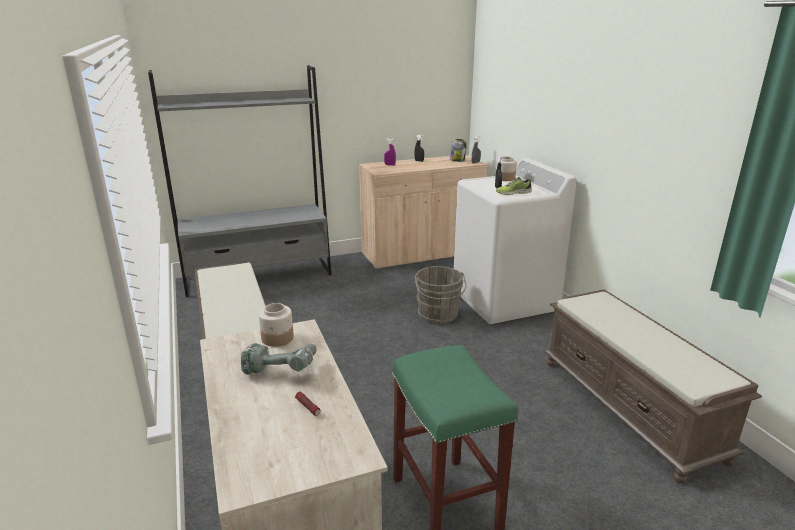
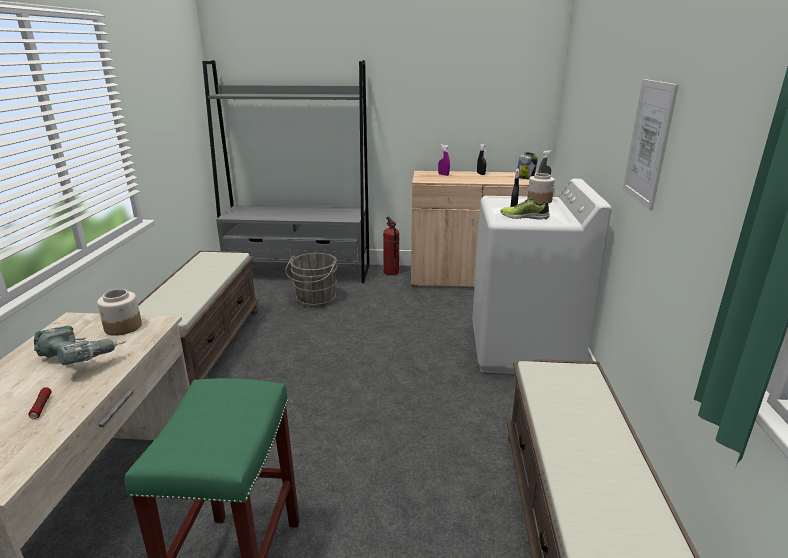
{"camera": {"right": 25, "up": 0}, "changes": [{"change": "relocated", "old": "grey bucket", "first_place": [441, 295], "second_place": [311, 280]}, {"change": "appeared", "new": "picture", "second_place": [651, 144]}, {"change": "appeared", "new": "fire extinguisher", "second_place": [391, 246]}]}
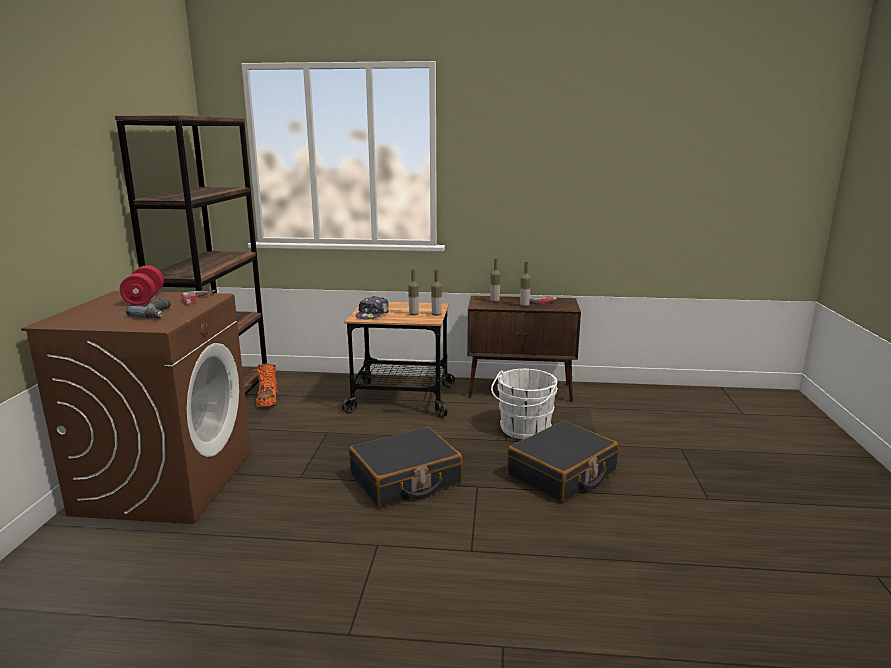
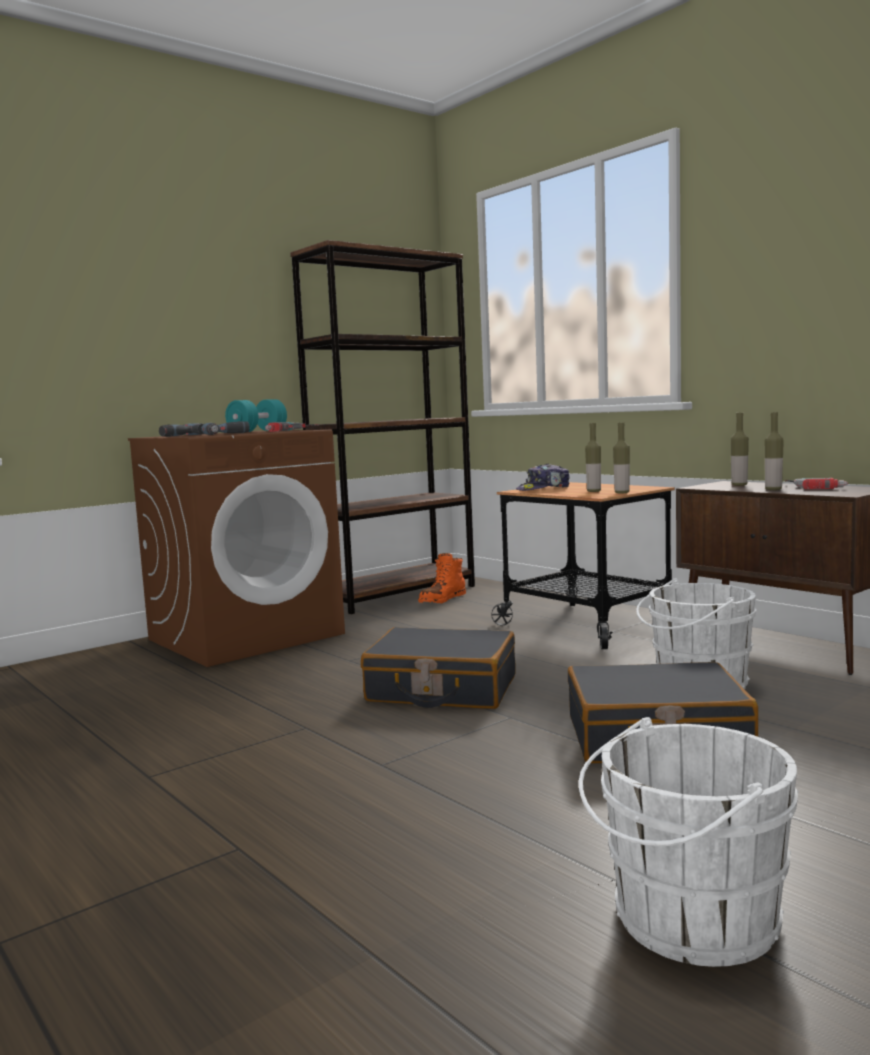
{"camera": {"right": 45, "up": -10}, "changes": [{"change": "colour", "old": "red dumbbell", "new": "turquoise dumbbell", "first_place": [142, 285], "second_place": [256, 415]}, {"change": "appeared", "new": "power drill", "second_place": [181, 430]}, {"change": "appeared", "new": "white bucket", "second_place": [688, 842]}]}
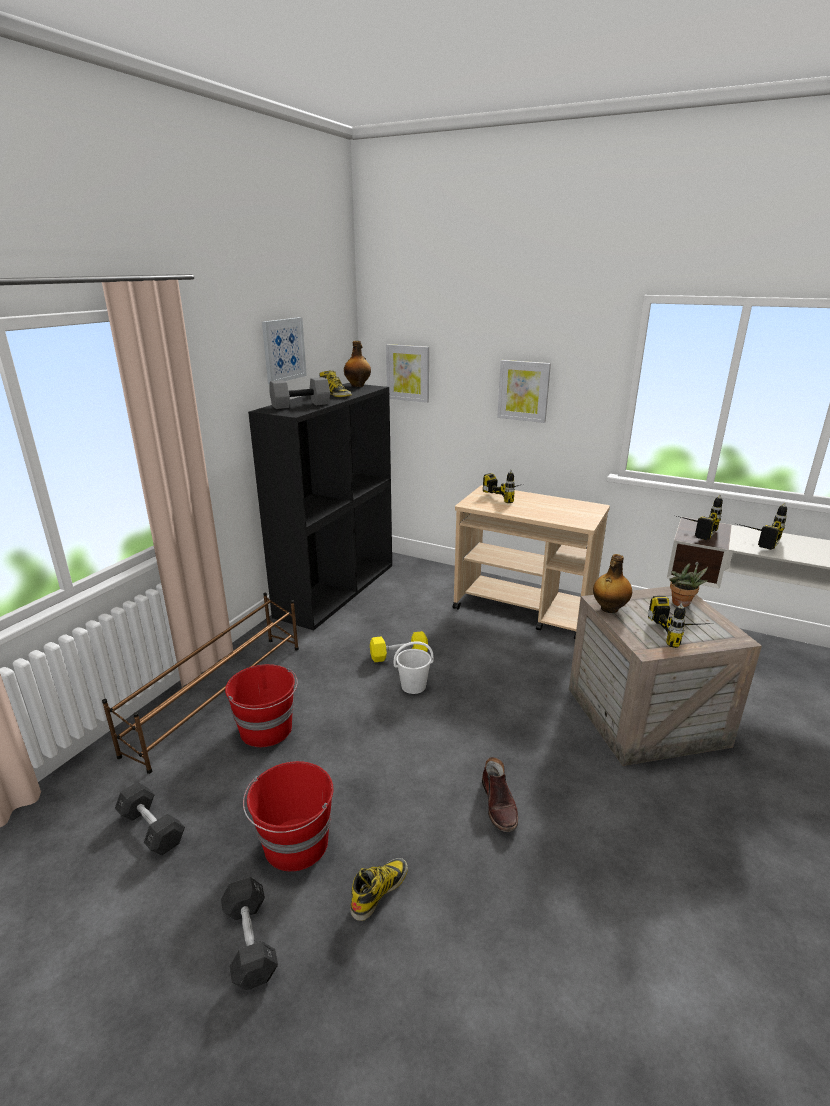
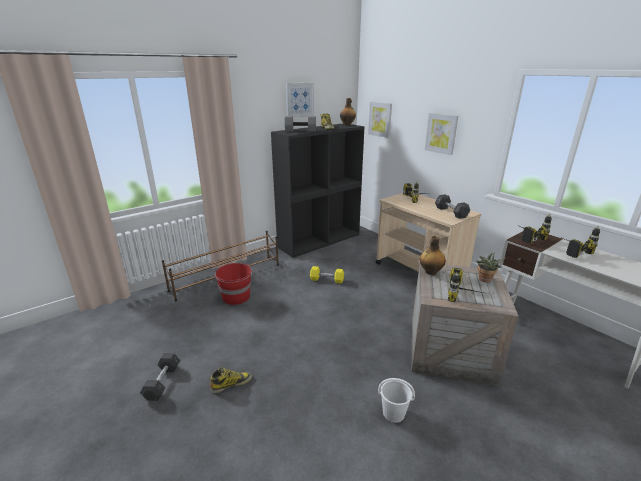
{"camera": {"right": 25, "up": 0}, "changes": [{"change": "relocated", "old": "white bucket", "first_place": [414, 667], "second_place": [396, 400]}, {"change": "missing", "old": "brown boot", "first_place": [500, 794]}, {"change": "missing", "old": "red bucket", "first_place": [288, 816]}, {"change": "relocated", "old": "grey dumbbell", "first_place": [150, 818], "second_place": [452, 206]}]}
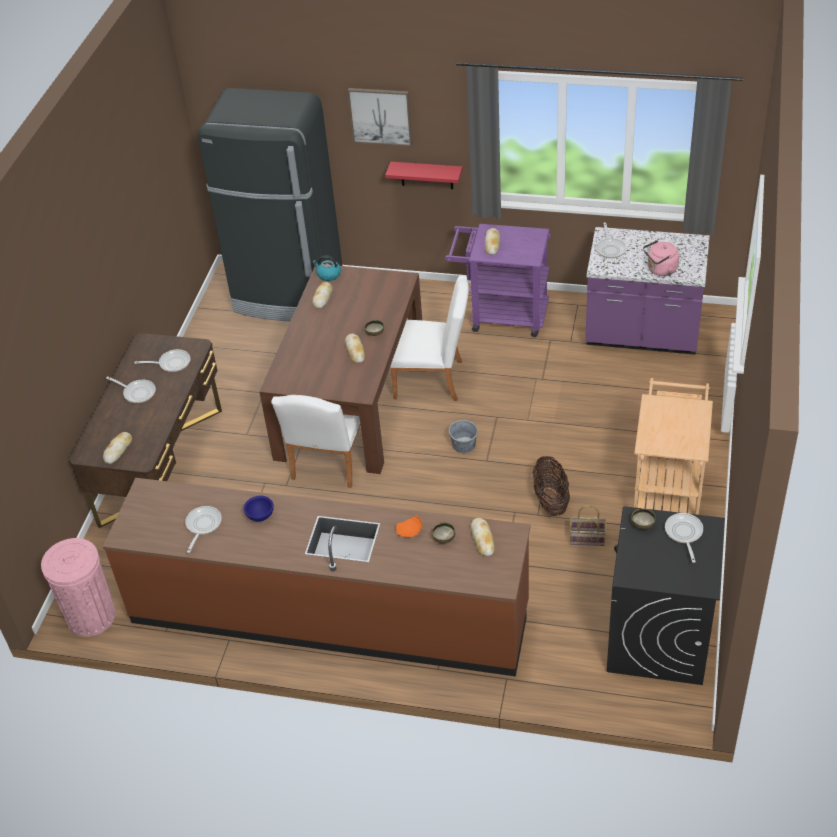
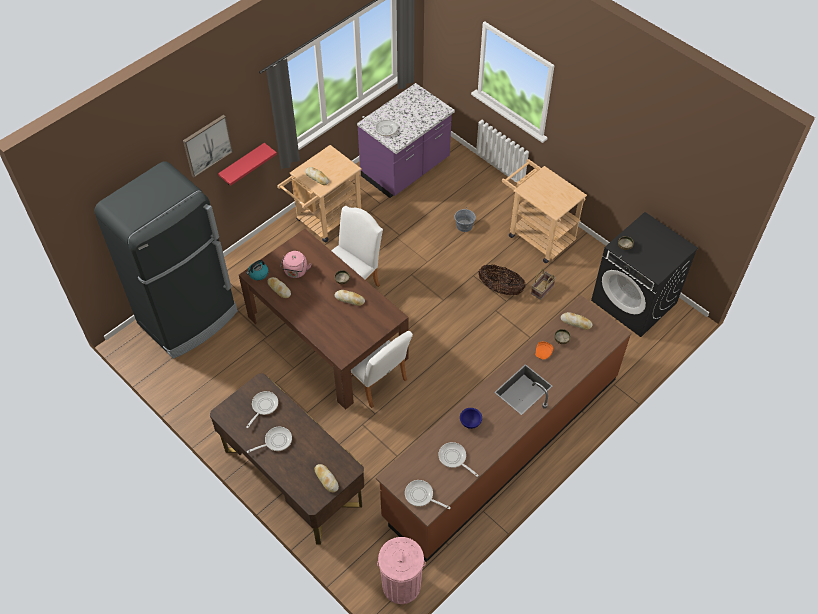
{"camera": {"right": -60, "up": 10}, "changes": [{"change": "colour", "old": "purple cart", "new": "beige cart", "first_place": [498, 280], "second_place": [319, 193]}, {"change": "relocated", "old": "pink kettle", "first_place": [661, 258], "second_place": [296, 264]}, {"change": "relocated", "old": "grey bucket", "first_place": [463, 436], "second_place": [465, 220]}, {"change": "relocated", "old": "frying pan", "first_place": [684, 538], "second_place": [428, 495]}]}
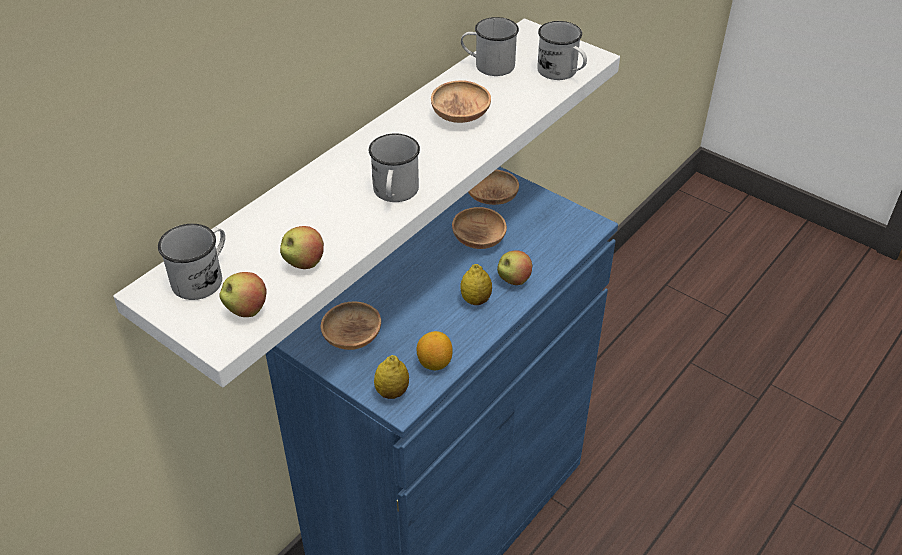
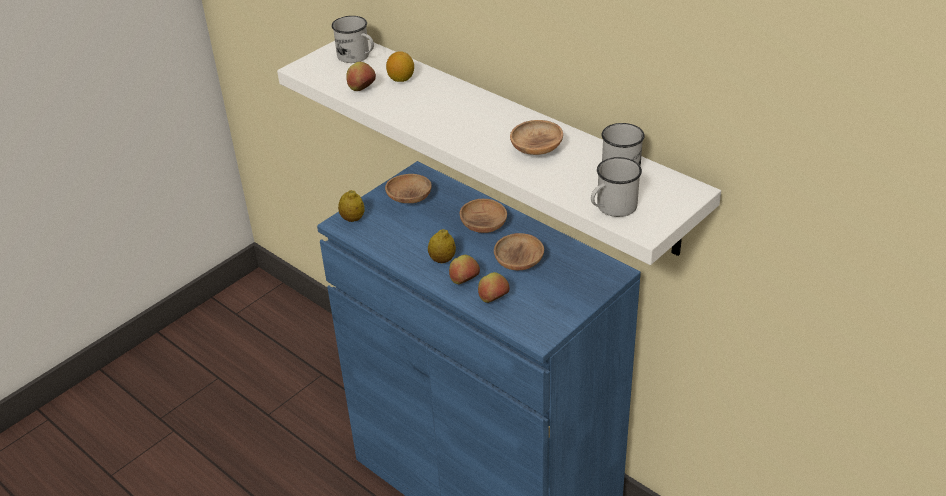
{"camera": {"right": 95, "up": -5}, "changes": [{"change": "missing", "old": "white mug", "first_place": [394, 167]}, {"change": "relocated", "old": "brown bowl", "first_place": [493, 187], "second_place": [483, 216]}, {"change": "relocated", "old": "apple", "first_place": [243, 294], "second_place": [494, 287]}, {"change": "relocated", "old": "lemon", "first_place": [435, 350], "second_place": [400, 66]}]}
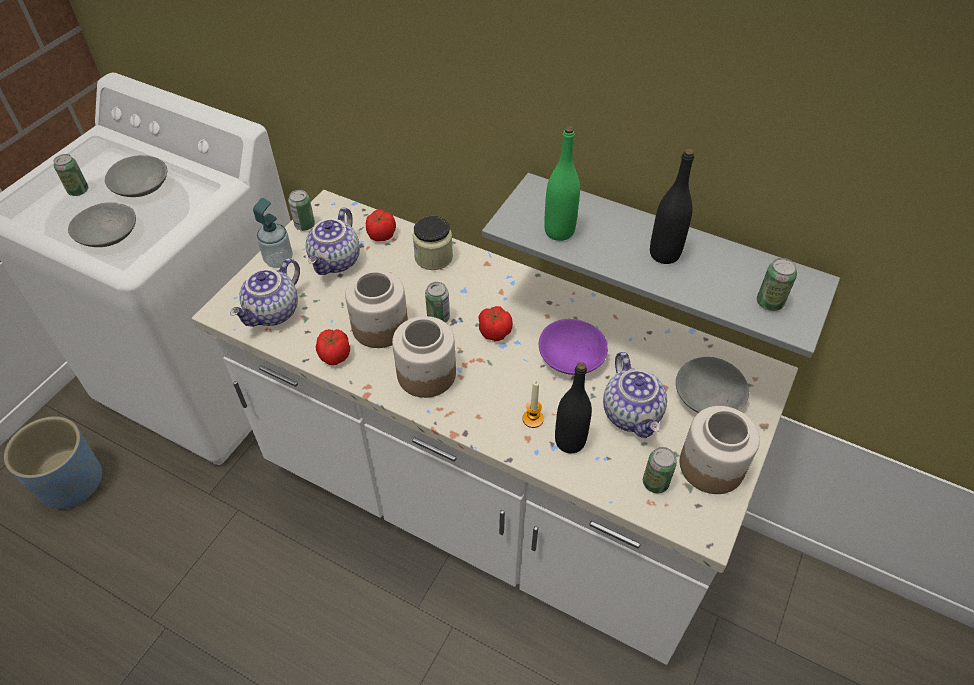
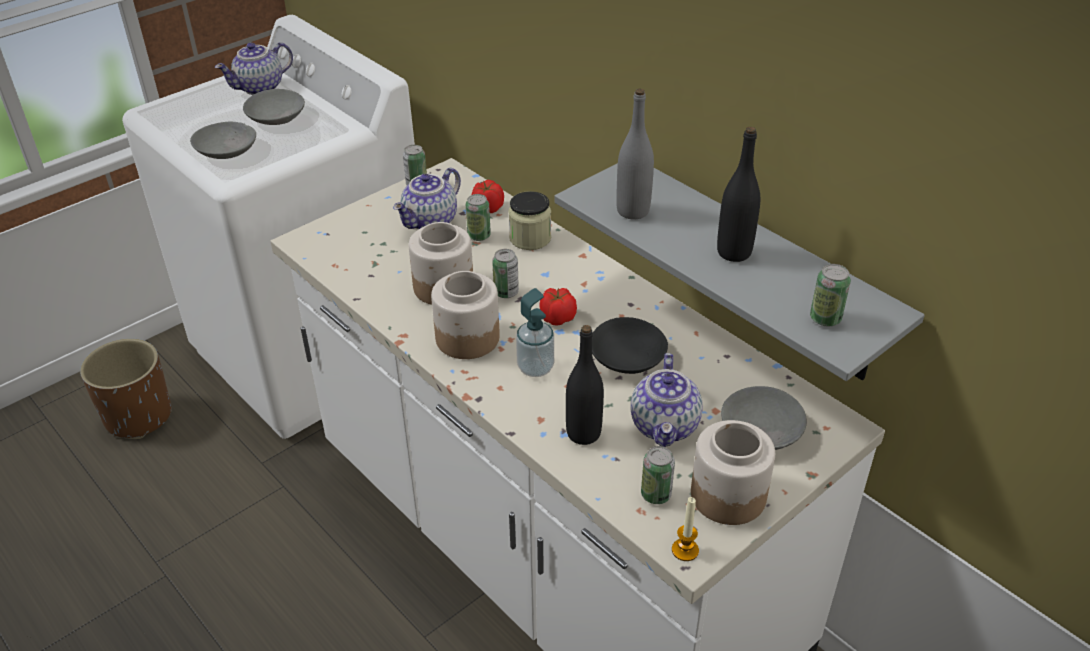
{"camera": {"right": 20, "up": -10}, "changes": [{"change": "colour", "old": "green bottle", "new": "grey bottle", "first_place": [562, 183], "second_place": [635, 154]}, {"change": "relocated", "old": "can", "first_place": [70, 175], "second_place": [478, 217]}, {"change": "relocated", "old": "soap dispenser", "first_place": [273, 233], "second_place": [535, 332]}, {"change": "relocated", "old": "teapot", "first_place": [265, 292], "second_place": [254, 68]}, {"change": "colour", "old": "purple bowl", "new": "black bowl", "first_place": [573, 347], "second_place": [630, 345]}, {"change": "missing", "old": "tomato", "first_place": [333, 347]}, {"change": "relocated", "old": "candle", "first_place": [533, 404], "second_place": [685, 529]}, {"change": "colour", "old": "blue planter", "new": "brown planter", "first_place": [53, 462], "second_place": [126, 389]}]}
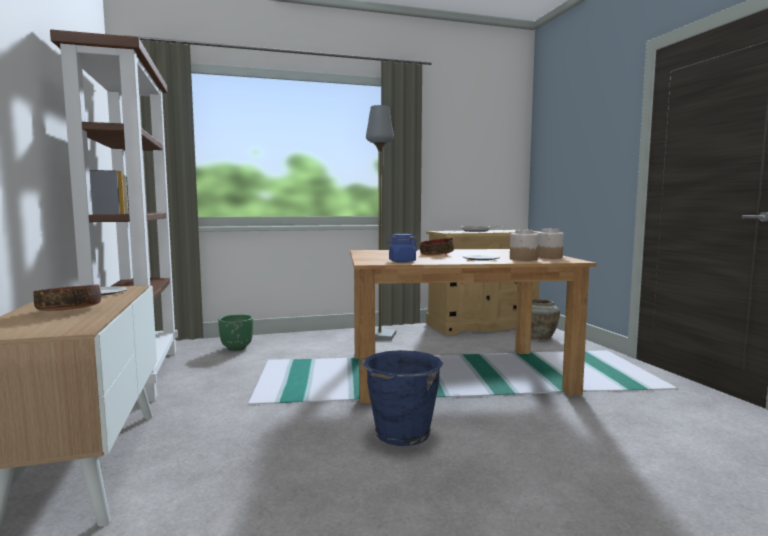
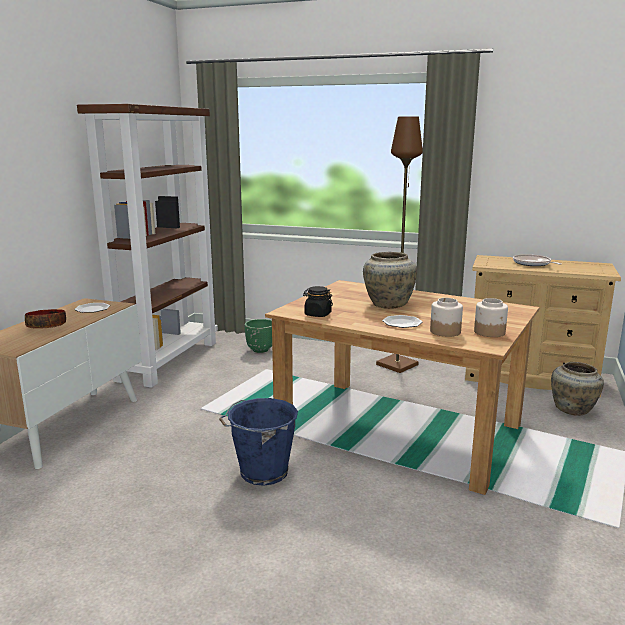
{"camera": {"right": 35, "up": 10}, "changes": [{"change": "colour", "old": "grey floor lamp", "new": "brown floor lamp", "first_place": [381, 222], "second_place": [399, 244]}, {"change": "colour", "old": "blue jar", "new": "black jar", "first_place": [402, 248], "second_place": [318, 301]}, {"change": "exchanged", "old": "bowl", "new": "beige vase", "first_place": [437, 247], "second_place": [390, 280]}]}
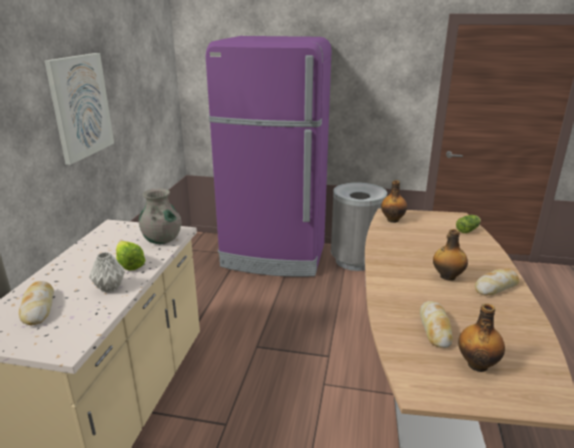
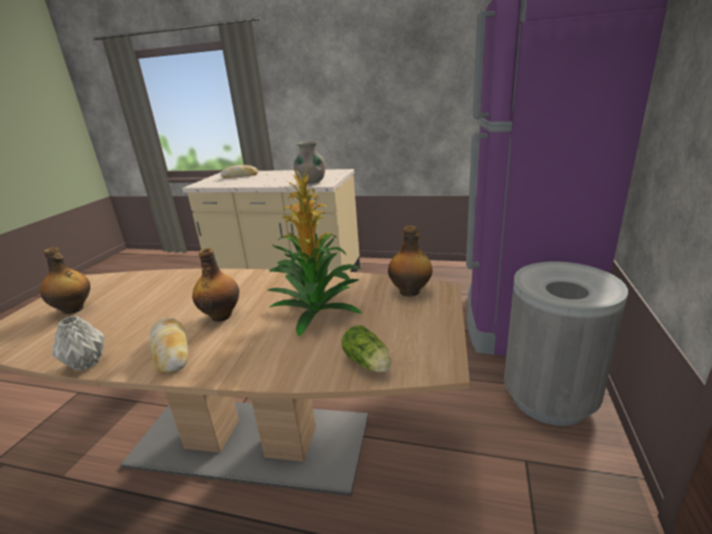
{"camera": {"right": 95, "up": 0}, "changes": [{"change": "missing", "old": "picture", "first_place": [79, 109]}, {"change": "missing", "old": "lettuce", "first_place": [131, 256]}, {"change": "relocated", "old": "grey vase", "first_place": [107, 272], "second_place": [78, 343]}, {"change": "missing", "old": "bread", "first_place": [436, 324]}, {"change": "appeared", "new": "potted plant", "second_place": [315, 251]}]}
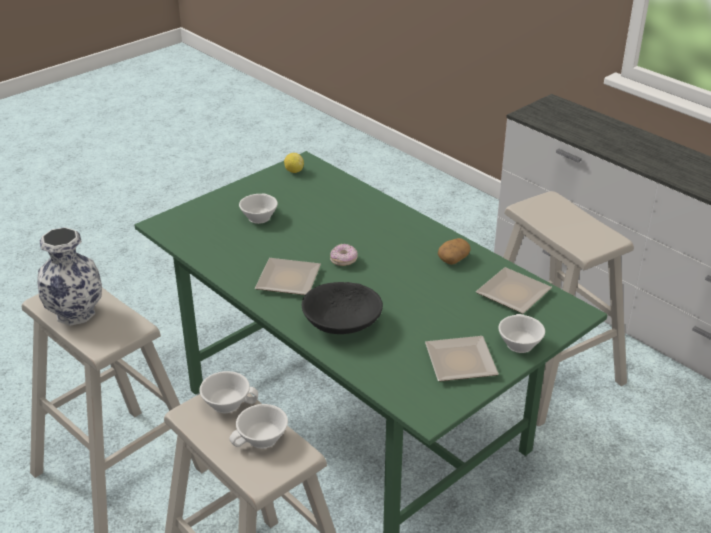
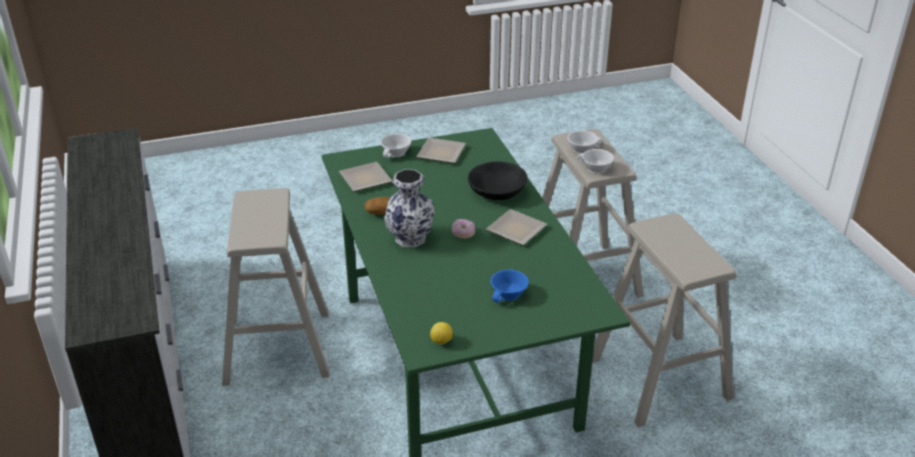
{"camera": {"right": -155, "up": 0}, "changes": [{"change": "colour", "old": "white cup", "new": "blue cup", "first_place": [258, 209], "second_place": [510, 286]}, {"change": "relocated", "old": "vase", "first_place": [69, 276], "second_place": [409, 208]}]}
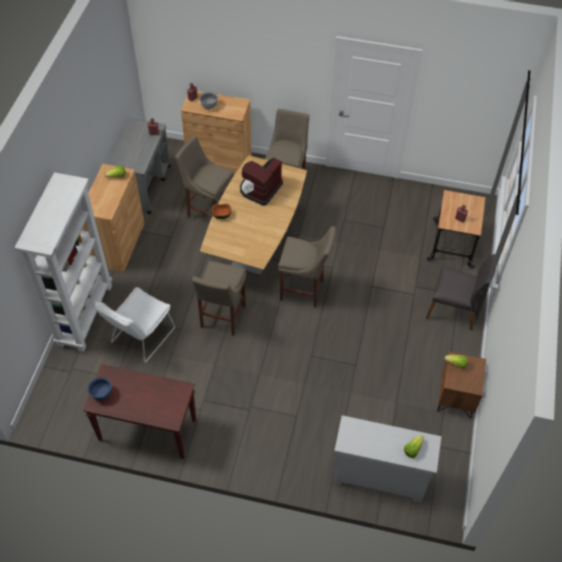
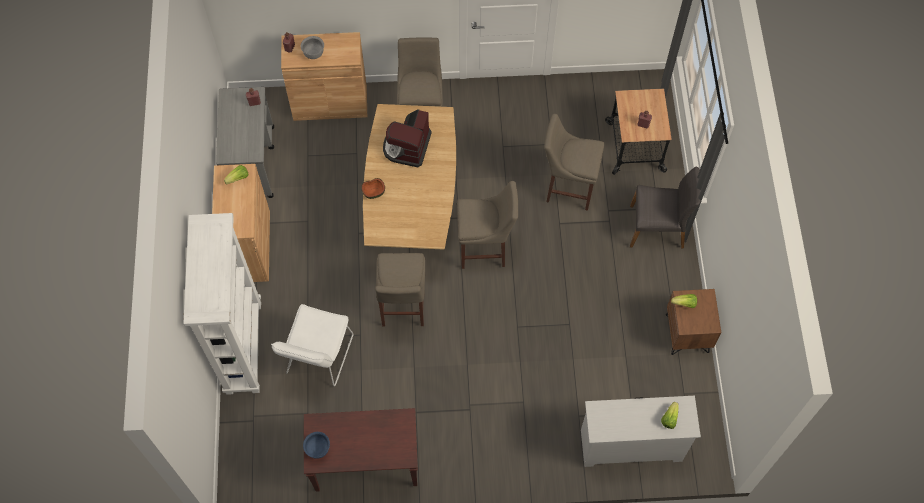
{"camera": {"right": -15, "up": 10}, "changes": [{"change": "relocated", "old": "beige stool", "first_place": [204, 177], "second_place": [574, 162]}]}
